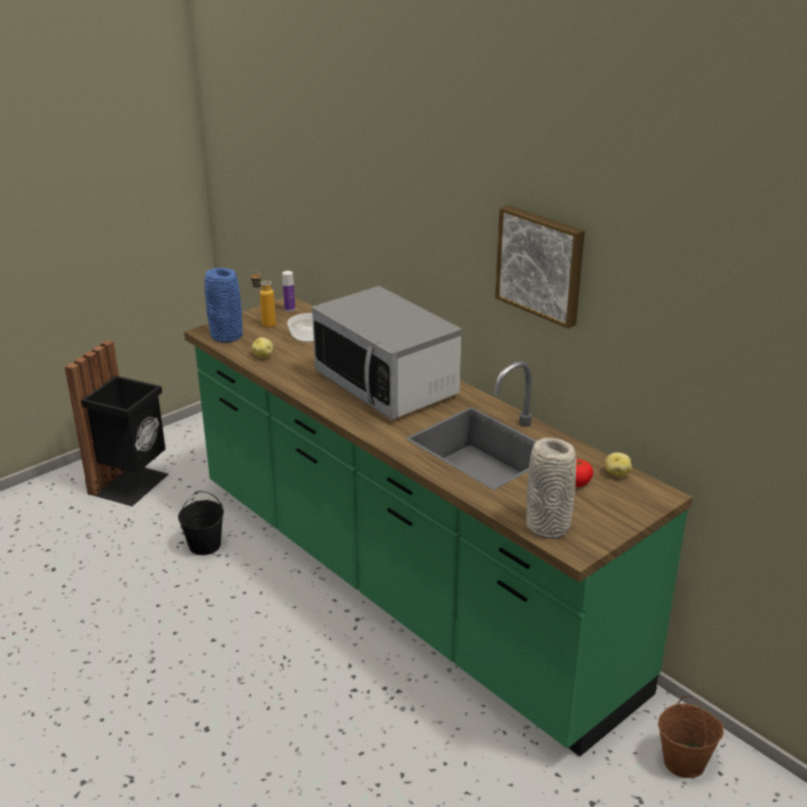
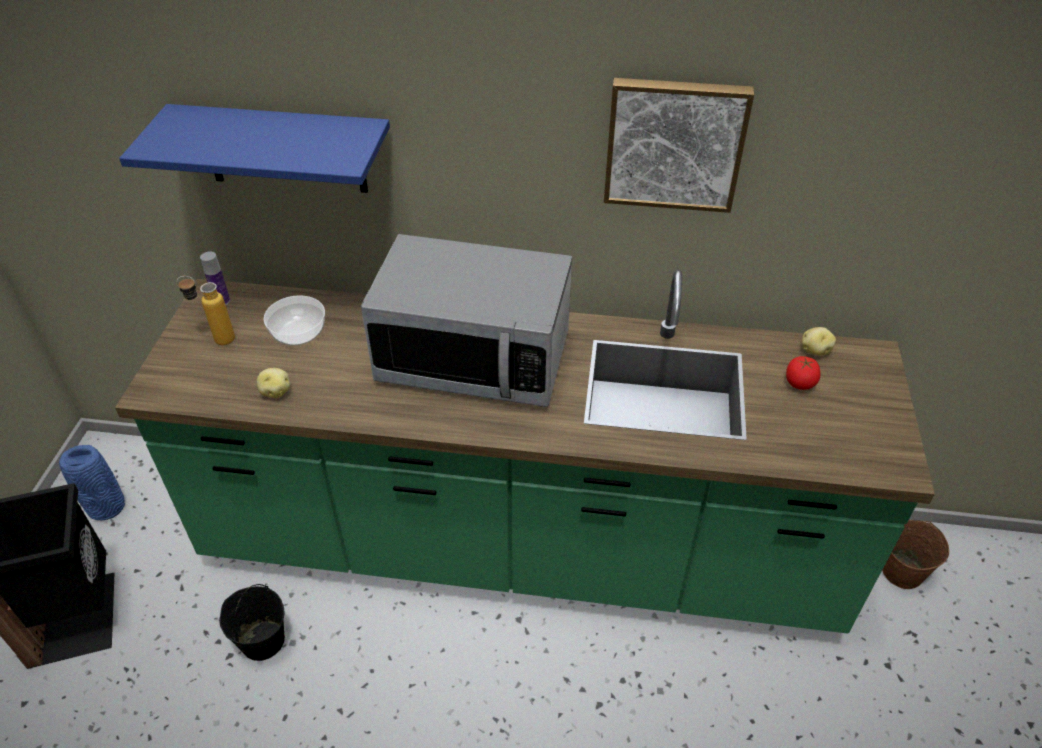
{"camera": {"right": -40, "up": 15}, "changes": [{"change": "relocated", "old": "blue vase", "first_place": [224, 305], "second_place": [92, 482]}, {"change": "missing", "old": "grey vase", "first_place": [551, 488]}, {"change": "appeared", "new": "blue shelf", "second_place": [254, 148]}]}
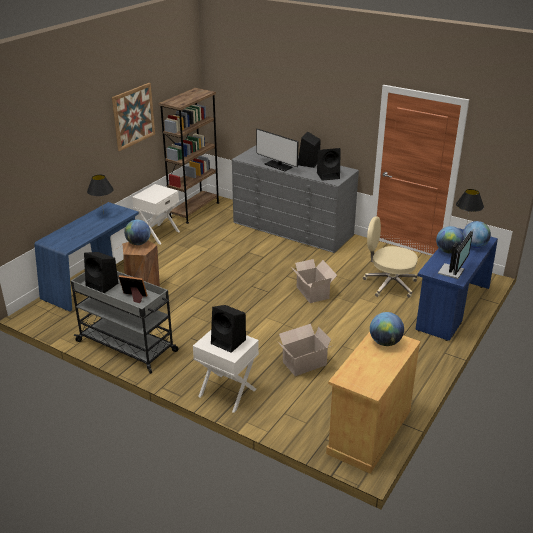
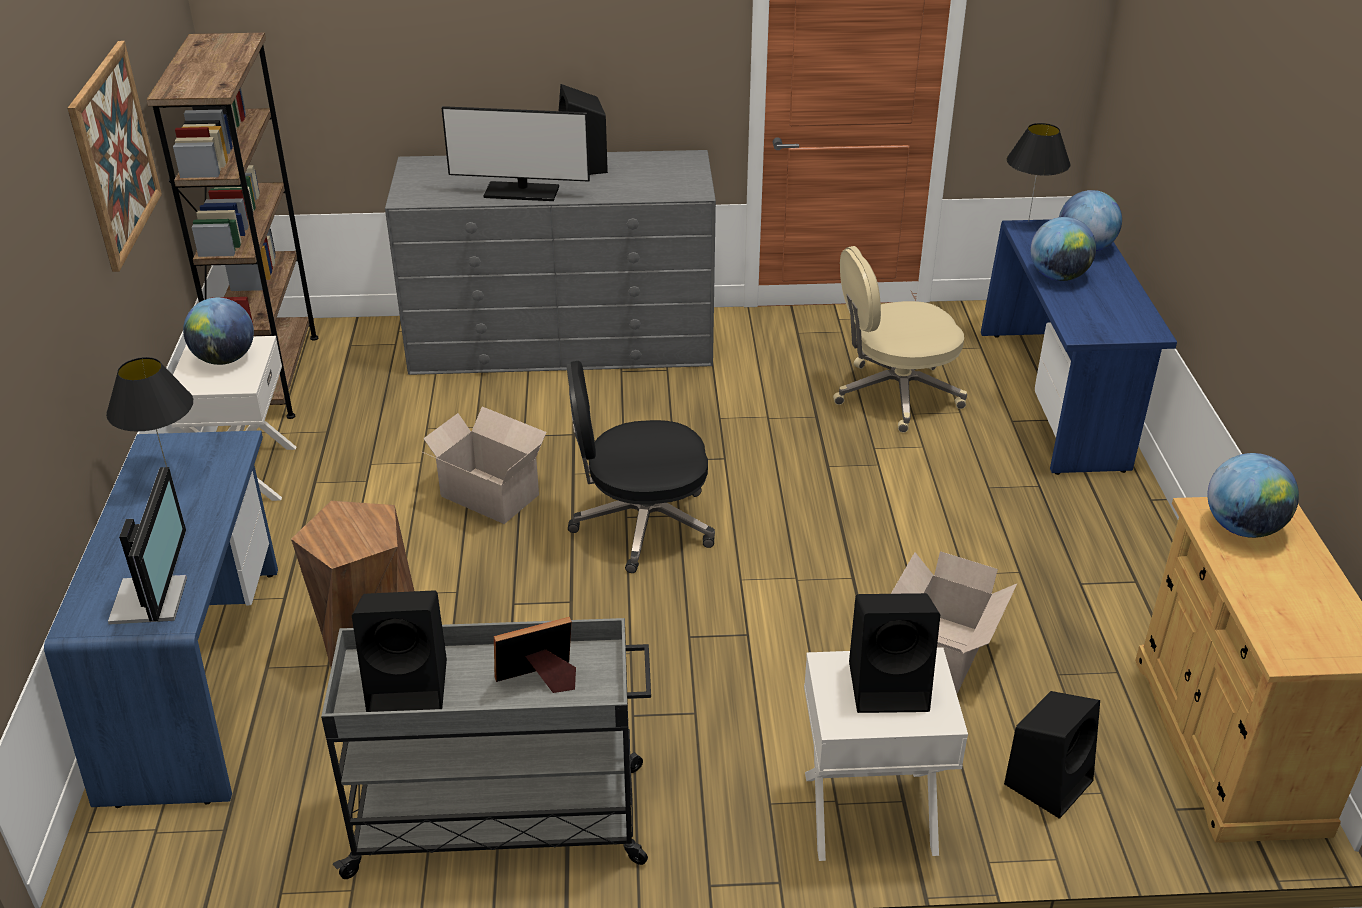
{"camera": {"right": -35, "up": 5}, "changes": [{"change": "relocated", "old": "black speaker", "first_place": [329, 164], "second_place": [1052, 755]}, {"change": "relocated", "old": "globe", "first_place": [137, 232], "second_place": [218, 331]}, {"change": "relocated", "old": "monitor", "first_place": [455, 255], "second_place": [147, 546]}, {"change": "relocated", "old": "cardboard box", "first_place": [314, 281], "second_place": [484, 465]}, {"change": "appeared", "new": "black office chair", "second_place": [641, 467]}]}
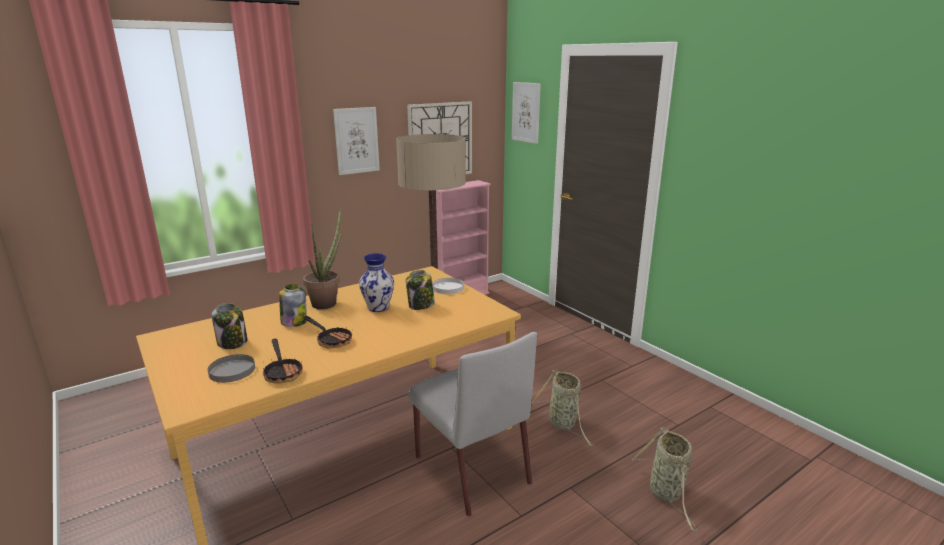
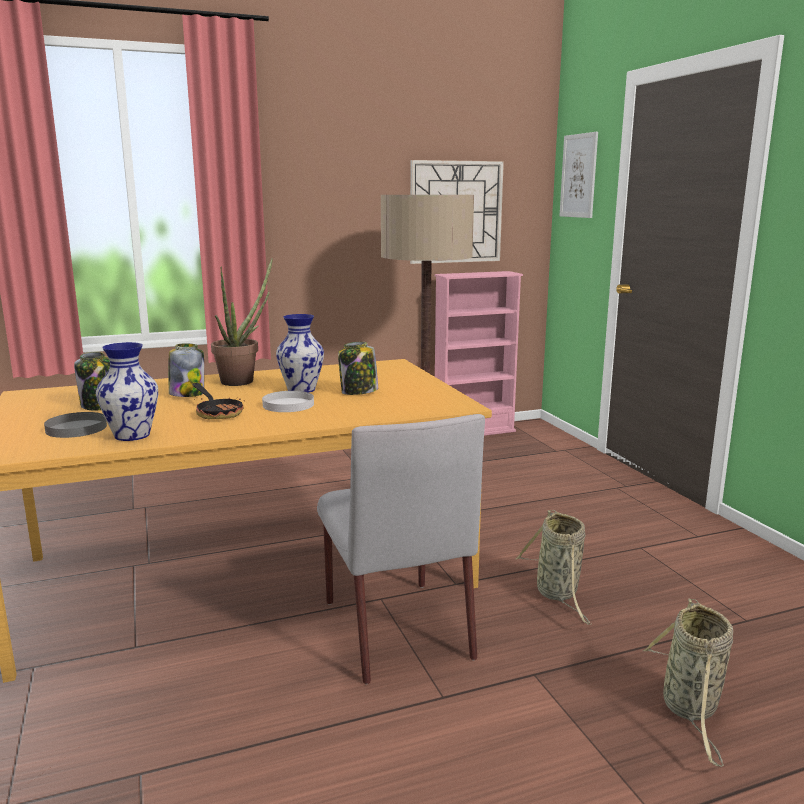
{"camera": {"right": 15, "up": -5}, "changes": [{"change": "missing", "old": "picture", "first_place": [356, 141]}, {"change": "relocated", "old": "white plate", "first_place": [448, 286], "second_place": [288, 401]}, {"change": "exchanged", "old": "frying pan", "new": "vase", "first_place": [283, 361], "second_place": [127, 391]}]}
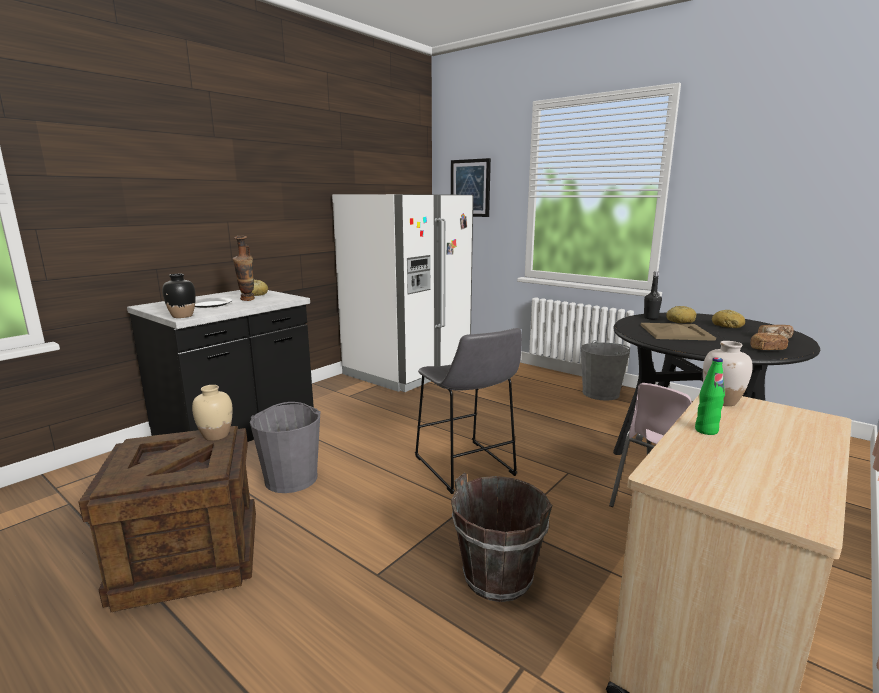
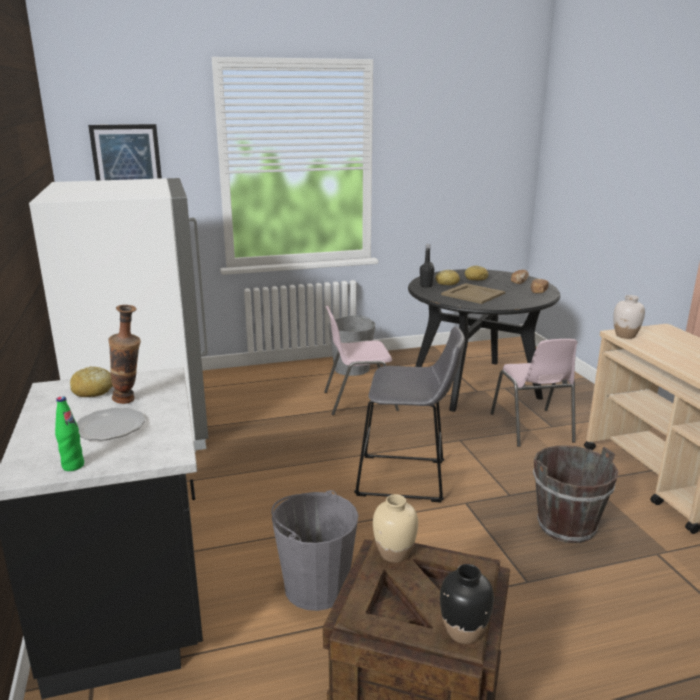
{"camera": {"right": -55, "up": 5}, "changes": [{"change": "relocated", "old": "black vase", "first_place": [179, 296], "second_place": [467, 604]}, {"change": "relocated", "old": "green bottle", "first_place": [710, 396], "second_place": [69, 433]}, {"change": "appeared", "new": "pink chair", "second_place": [361, 360]}]}
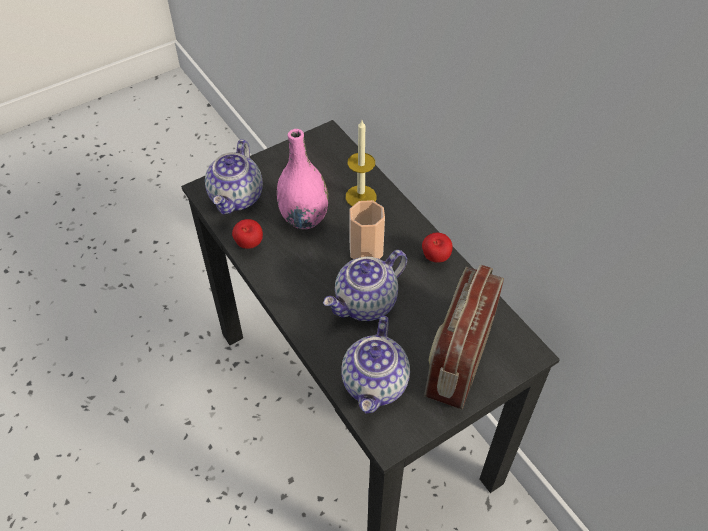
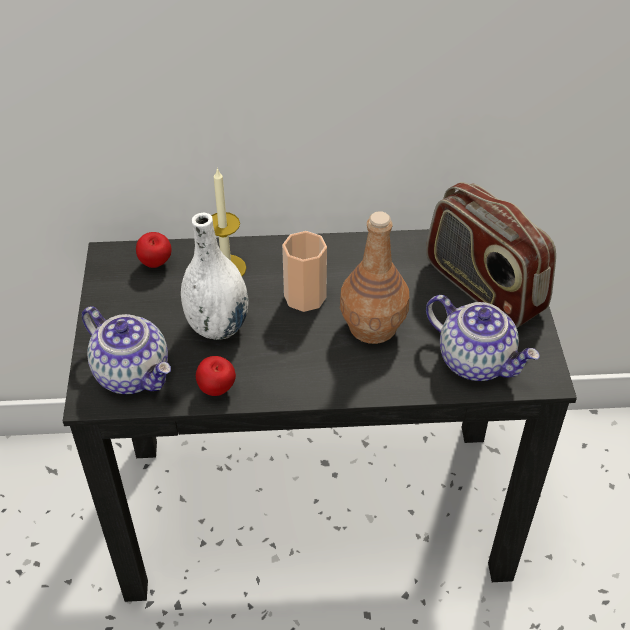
{"camera": {"right": -60, "up": -5}, "changes": [{"change": "colour", "old": "pink vase", "new": "white vase", "first_place": [302, 179], "second_place": [214, 276]}, {"change": "relocated", "old": "apple", "first_place": [437, 248], "second_place": [153, 250]}, {"change": "exchanged", "old": "teapot", "new": "brown bottle", "first_place": [365, 285], "second_place": [374, 277]}]}
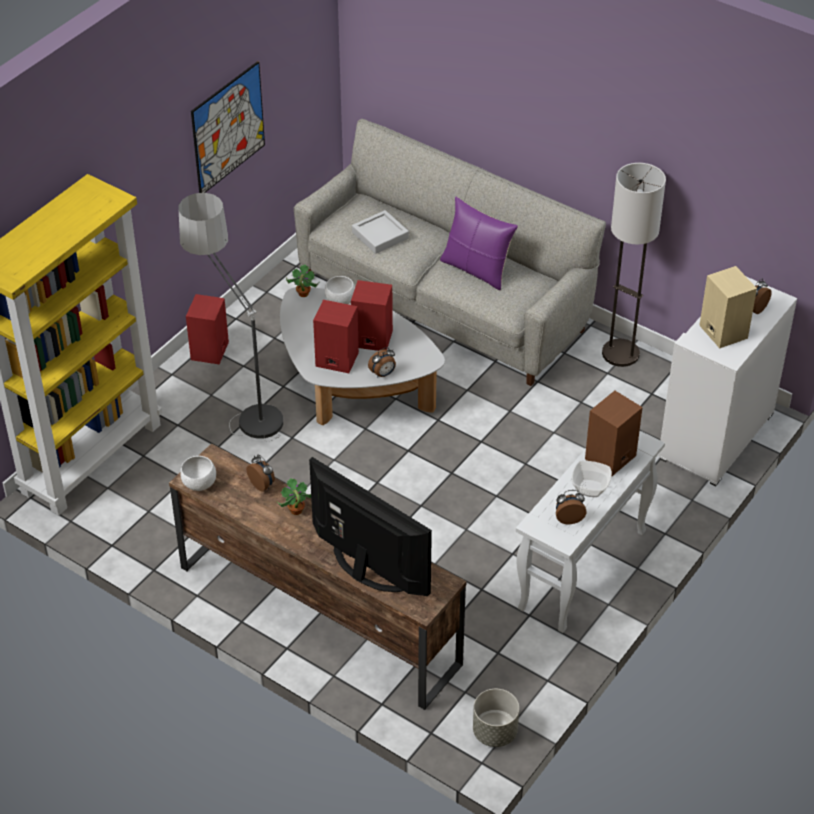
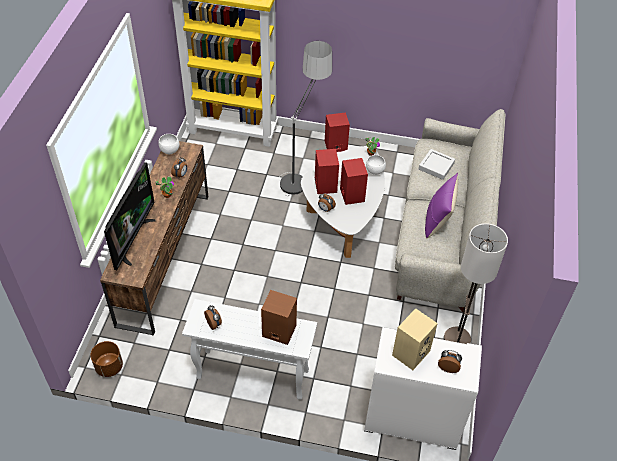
{"camera": {"right": 65, "up": 5}, "changes": [{"change": "missing", "old": "picture", "first_place": [228, 127]}, {"change": "missing", "old": "bowl", "first_place": [592, 479]}, {"change": "colour", "old": "grey planter", "new": "brown planter", "first_place": [496, 718], "second_place": [107, 359]}]}
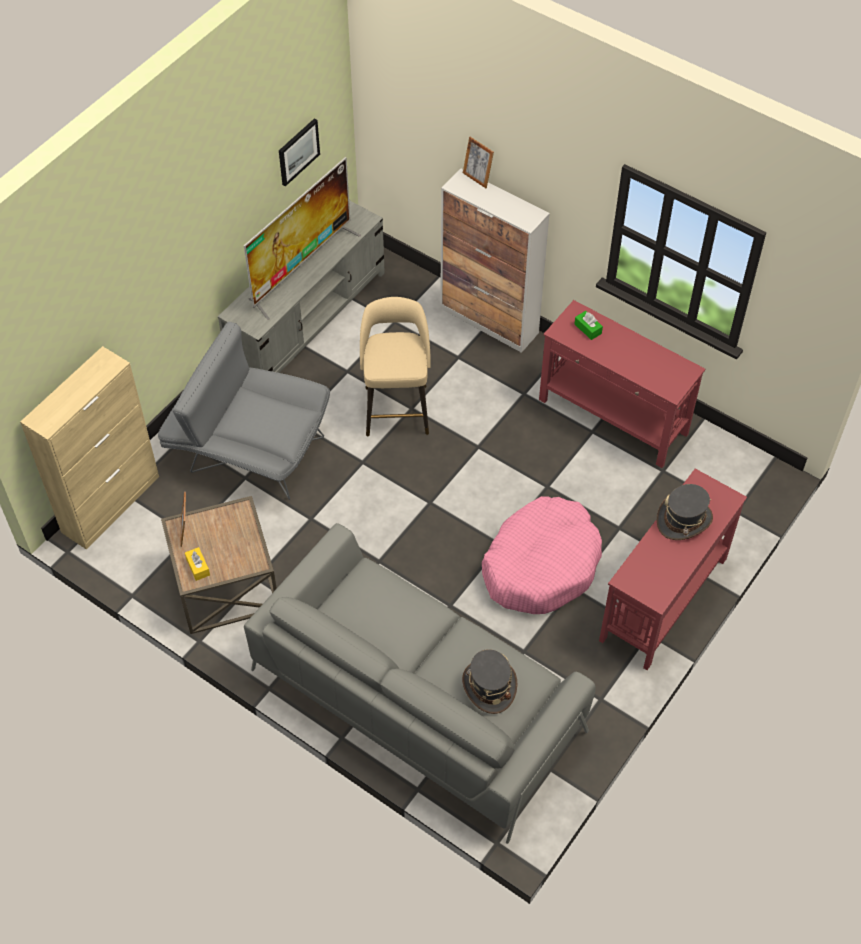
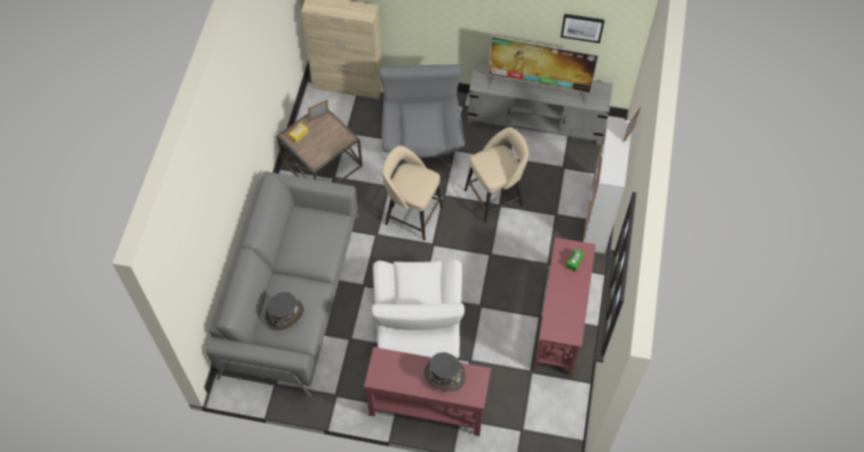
{"camera": {"right": 65, "up": 5}, "changes": [{"change": "exchanged", "old": "pink dog bed", "new": "white armchair", "first_place": [542, 555], "second_place": [418, 309]}, {"change": "appeared", "new": "beige stool", "second_place": [412, 193]}]}
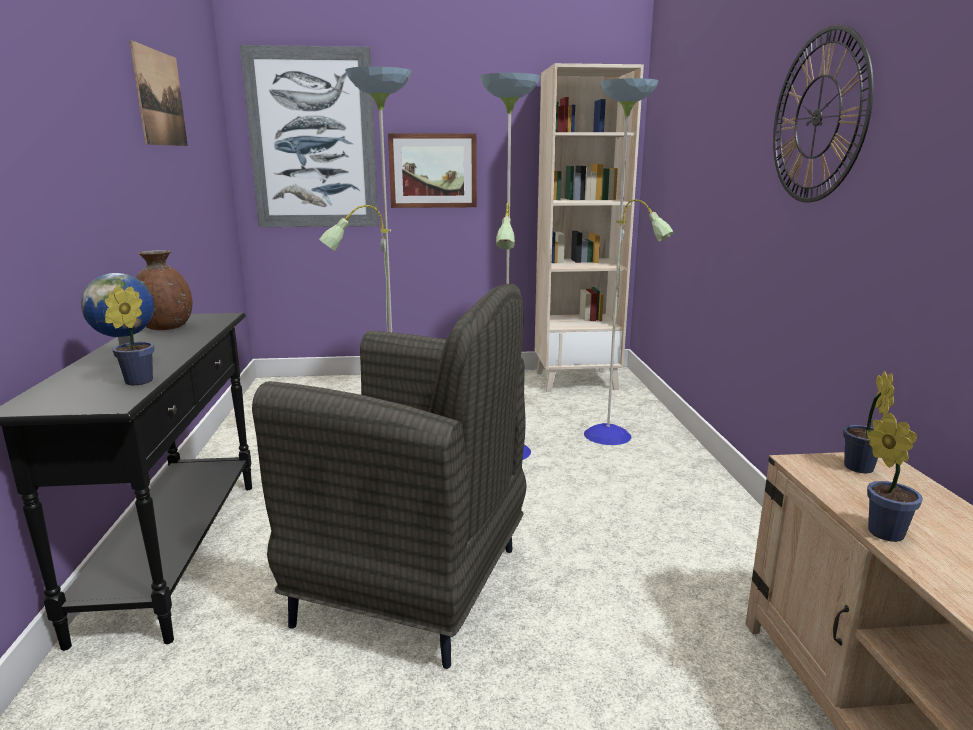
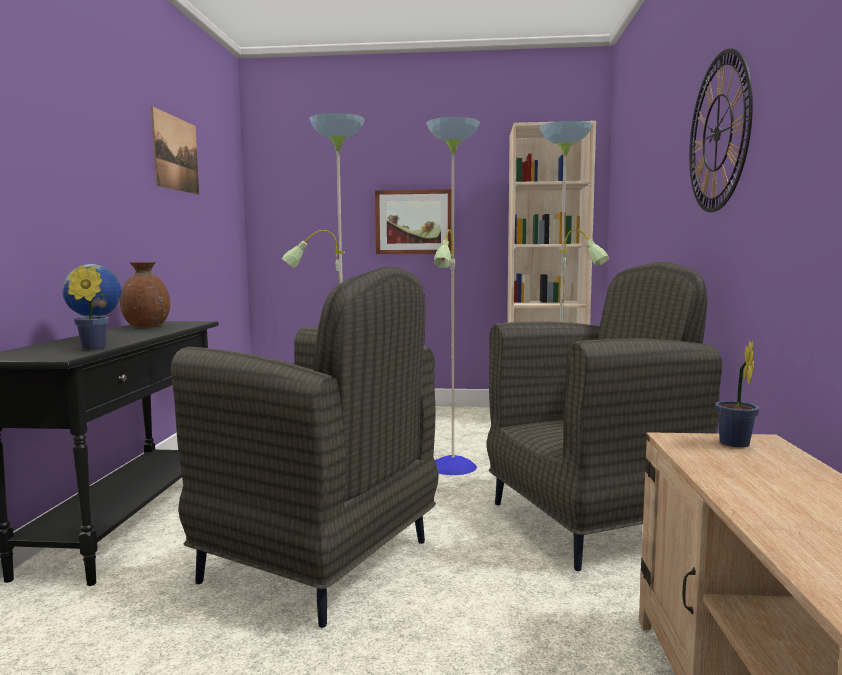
{"camera": {"right": 10, "up": -10}, "changes": [{"change": "missing", "old": "picture", "first_place": [309, 136]}, {"change": "missing", "old": "potted plant", "first_place": [895, 477]}, {"change": "appeared", "new": "grey armchair", "second_place": [604, 416]}]}
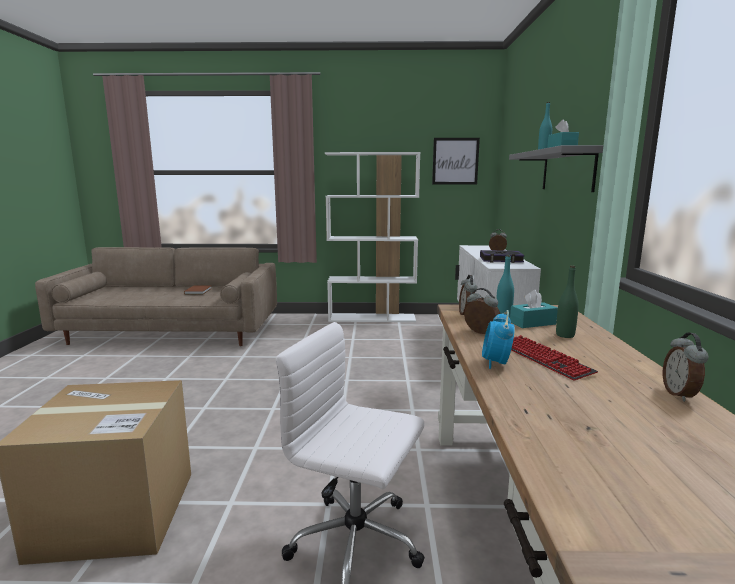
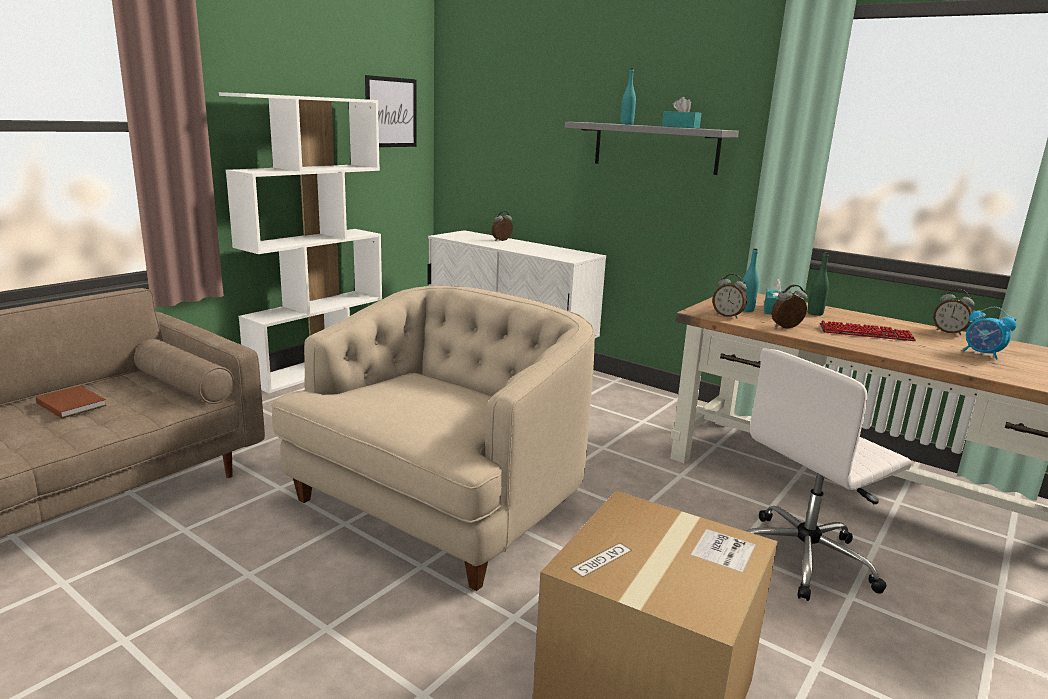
{"camera": {"right": -55, "up": 5}, "changes": [{"change": "missing", "old": "book", "first_place": [502, 256]}, {"change": "relocated", "old": "alarm clock", "first_place": [498, 339], "second_place": [990, 333]}, {"change": "appeared", "new": "beige armchair", "second_place": [433, 438]}]}
